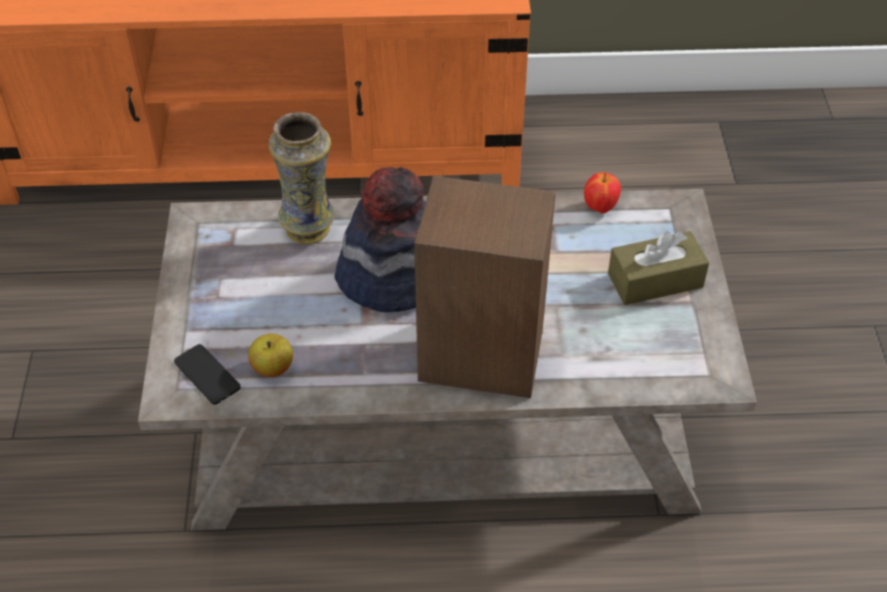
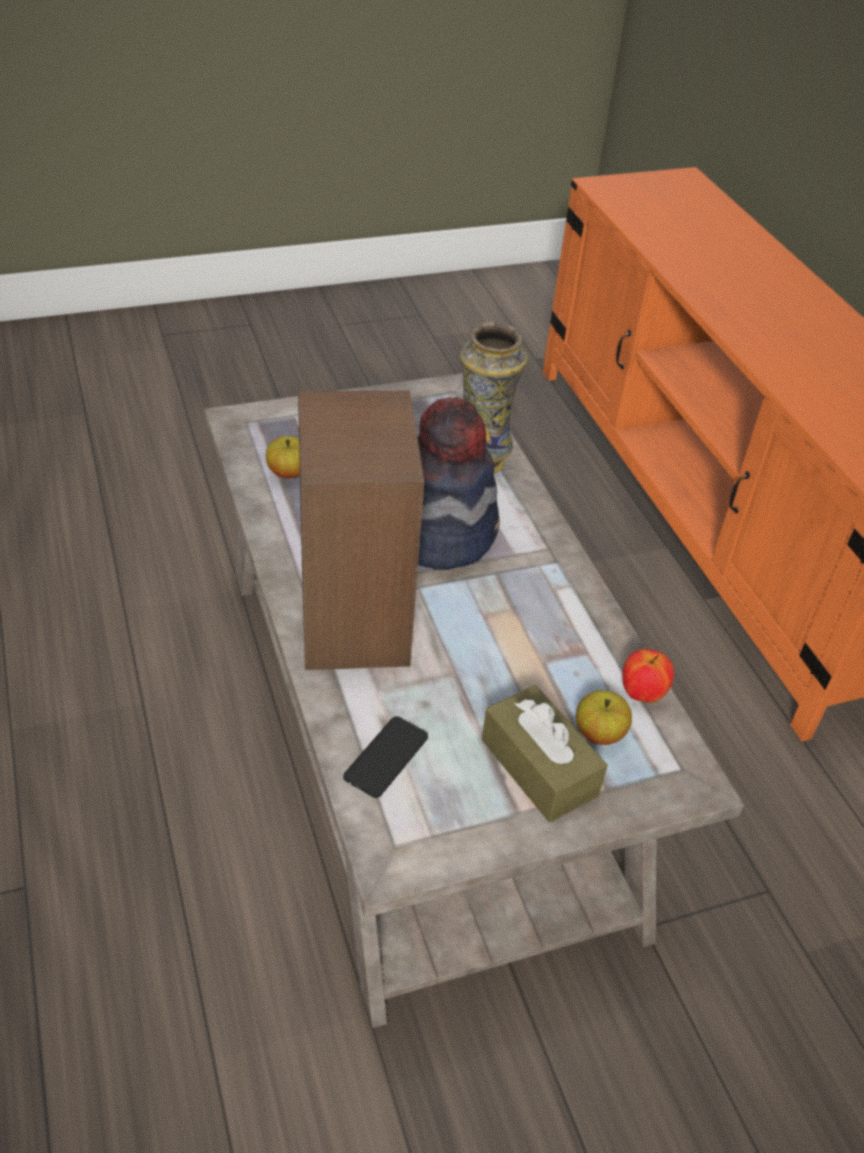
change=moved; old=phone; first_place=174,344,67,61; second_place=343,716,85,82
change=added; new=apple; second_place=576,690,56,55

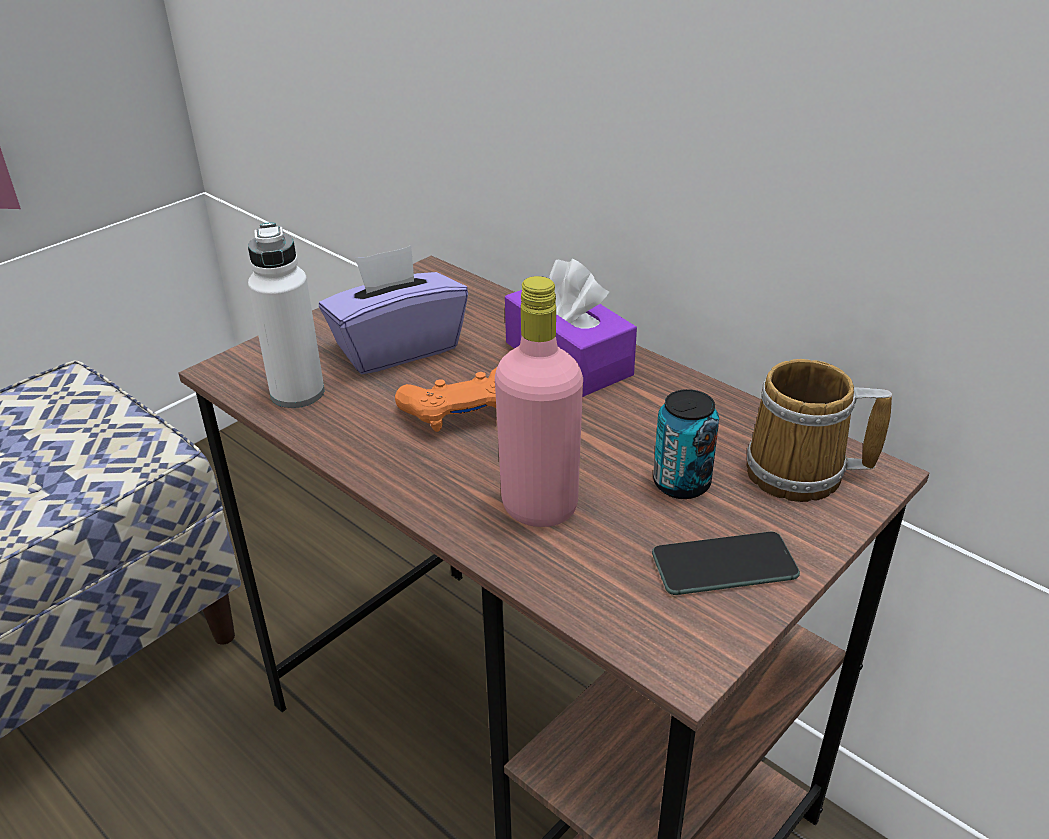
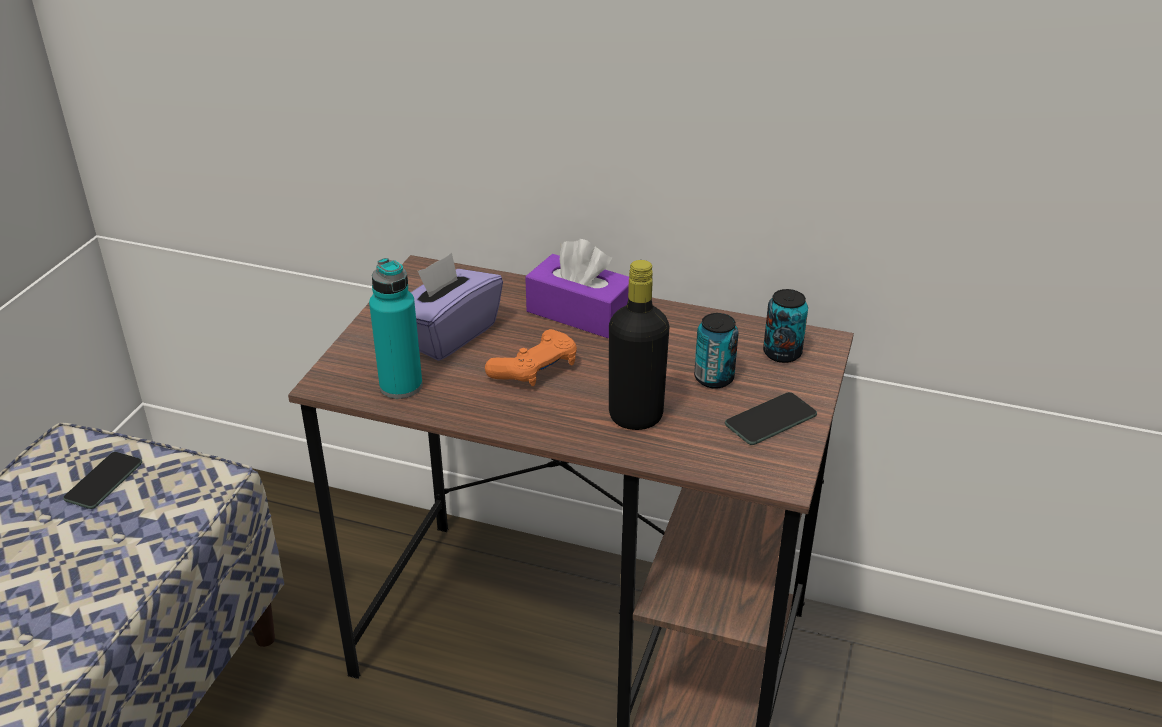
change=added; new=phone; second_place=63,452,79,57
change=recoloured; old=white bottle; new=turquoise bottle; first_place=248,222,77,186; second_place=369,258,54,141
change=recoloured; old=pink bottle; new=black bottle; first_place=495,276,88,251; second_place=609,260,60,170
change=replaced; old=mug; new=can; first_place=746,359,146,143; second_place=763,289,45,74

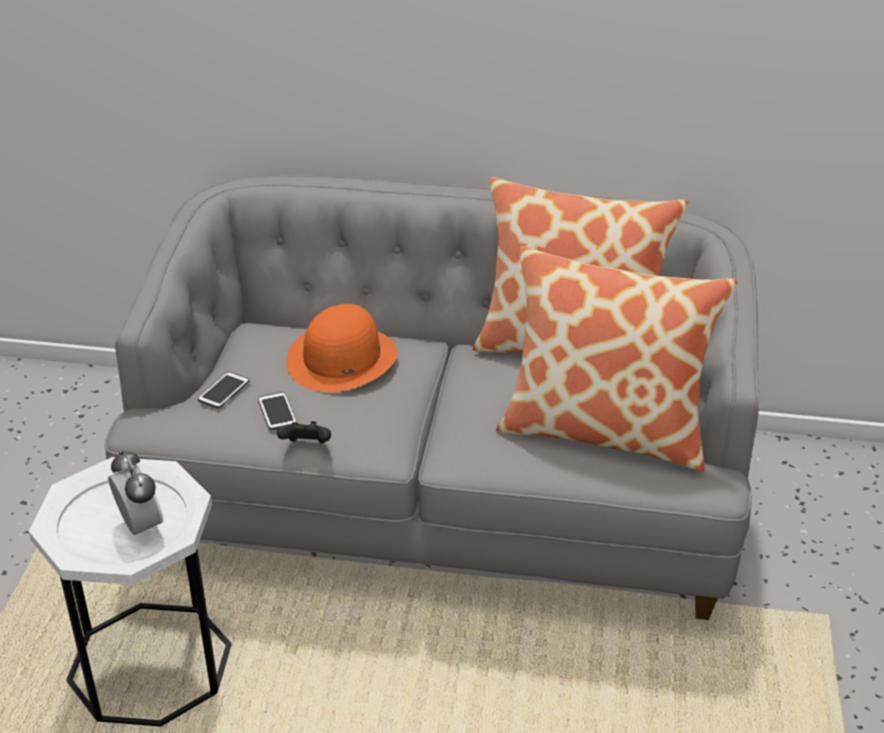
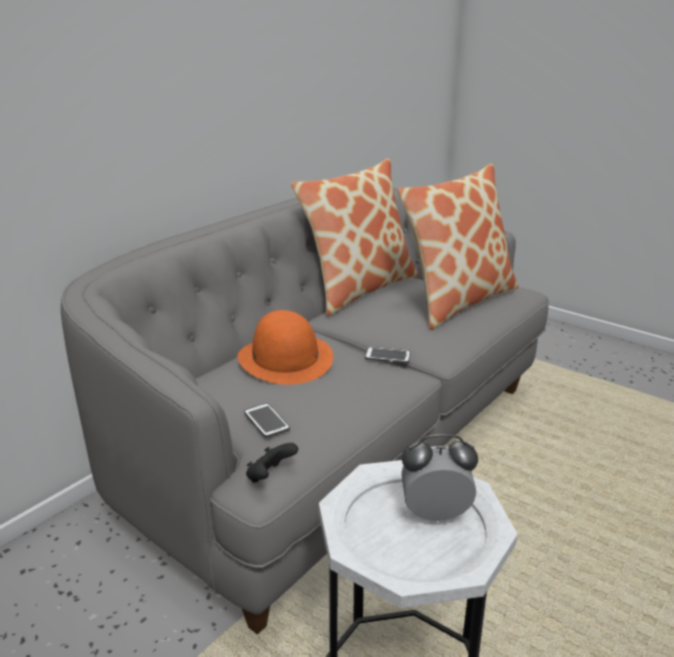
change=moved; old=black game controller; first_place=277,421,54,22; second_place=246,443,52,40
change=moved; old=phone; first_place=258,392,39,38; second_place=365,347,46,16

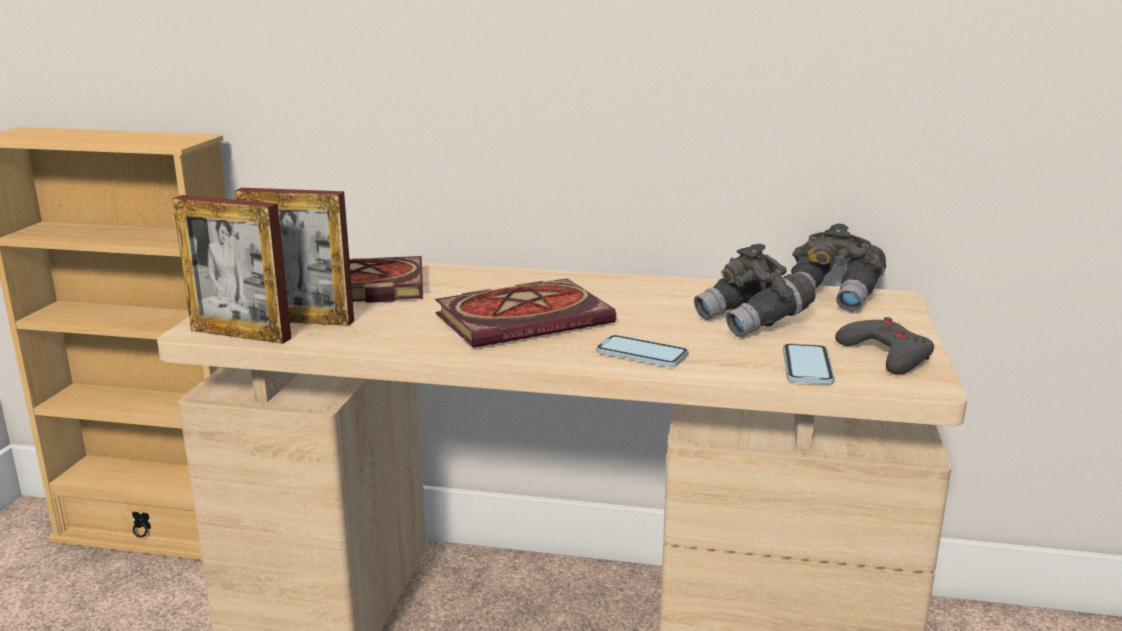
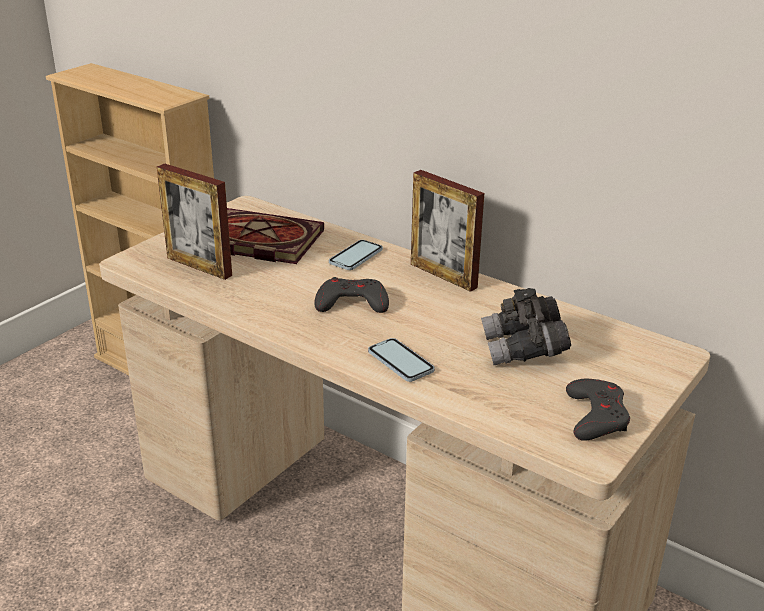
change=replaced; old=book; new=grey game controller; first_place=435,278,181,70; second_place=315,277,74,36
change=moved; old=phone; first_place=783,343,52,41; second_place=329,240,54,30
change=moved; old=picture frame; first_place=172,195,119,149; second_place=411,170,73,122
change=removed; old=grey binoculars; first_place=791,224,95,88

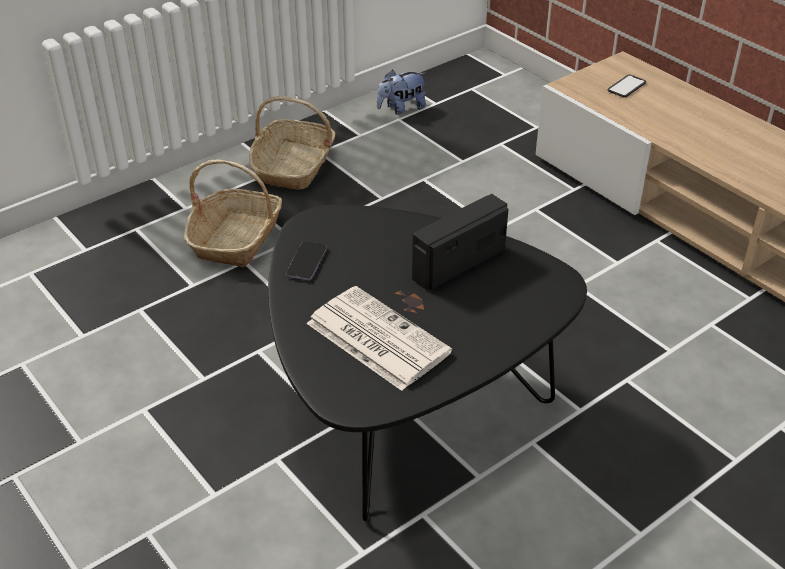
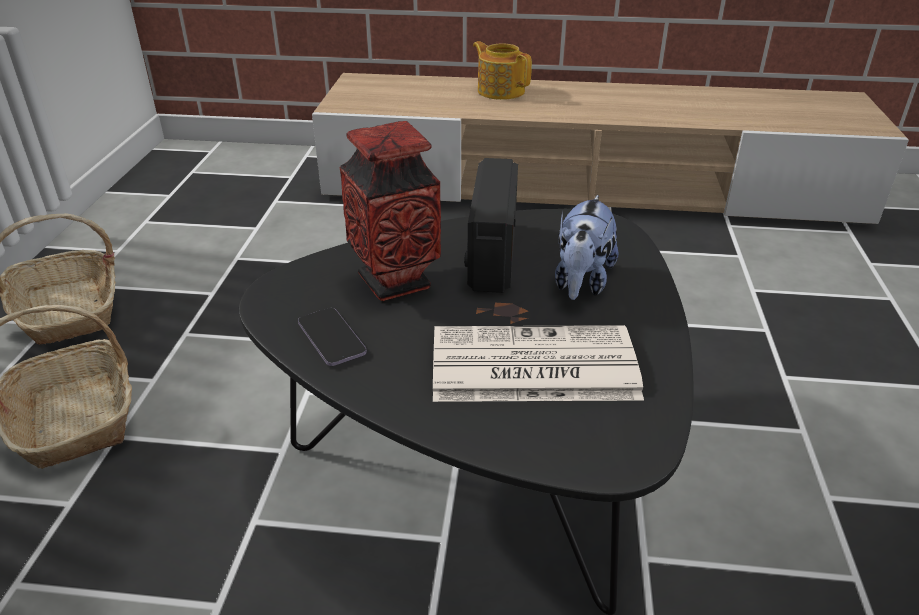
change=added; new=vase; second_place=340,121,101,180
change=added; new=teapot; second_place=473,41,59,59
change=moved; old=plush toy; first_place=377,70,49,45; second_place=555,195,63,105
change=removed; old=phone; first_place=607,75,39,23

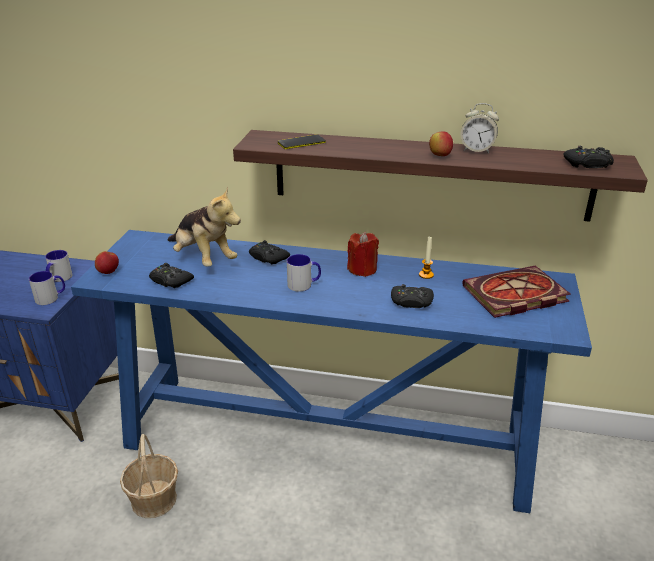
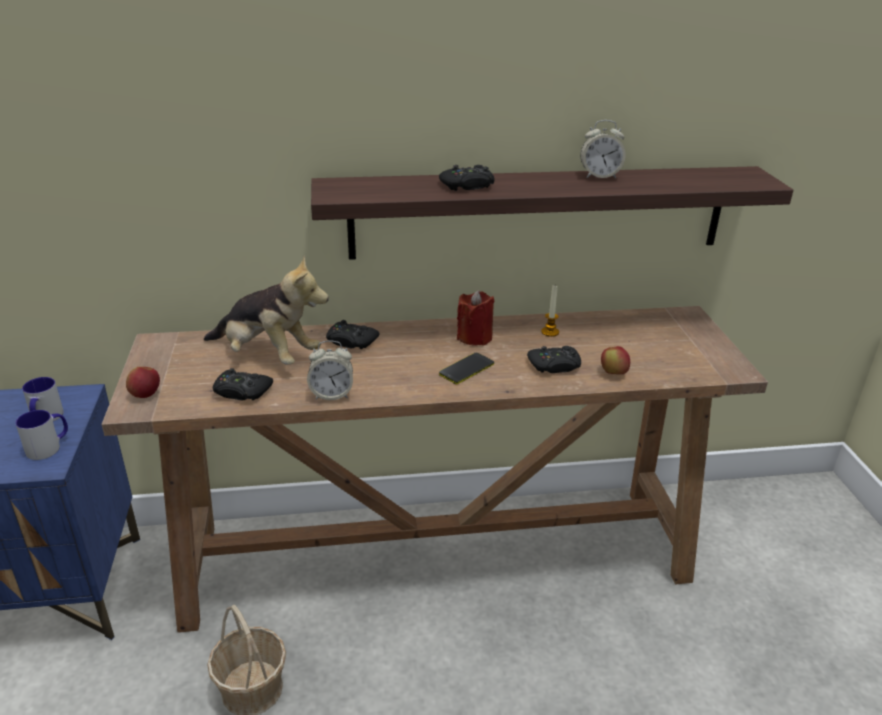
change=recoloured; old=blue console table; new=brown console table; first_place=71,230,521,283; second_place=101,306,667,327
change=added; new=alarm clock; second_place=307,340,46,60
change=moved; old=black game controller; first_place=563,146,51,22; second_place=439,165,56,26
change=moved; old=phone; first_place=278,135,48,14; second_place=439,353,55,31
change=moved; old=apple; first_place=429,131,24,25; second_place=601,346,29,28
change=removed; old=mug; first_place=287,254,34,38
change=removed; old=book; first_place=462,266,109,52

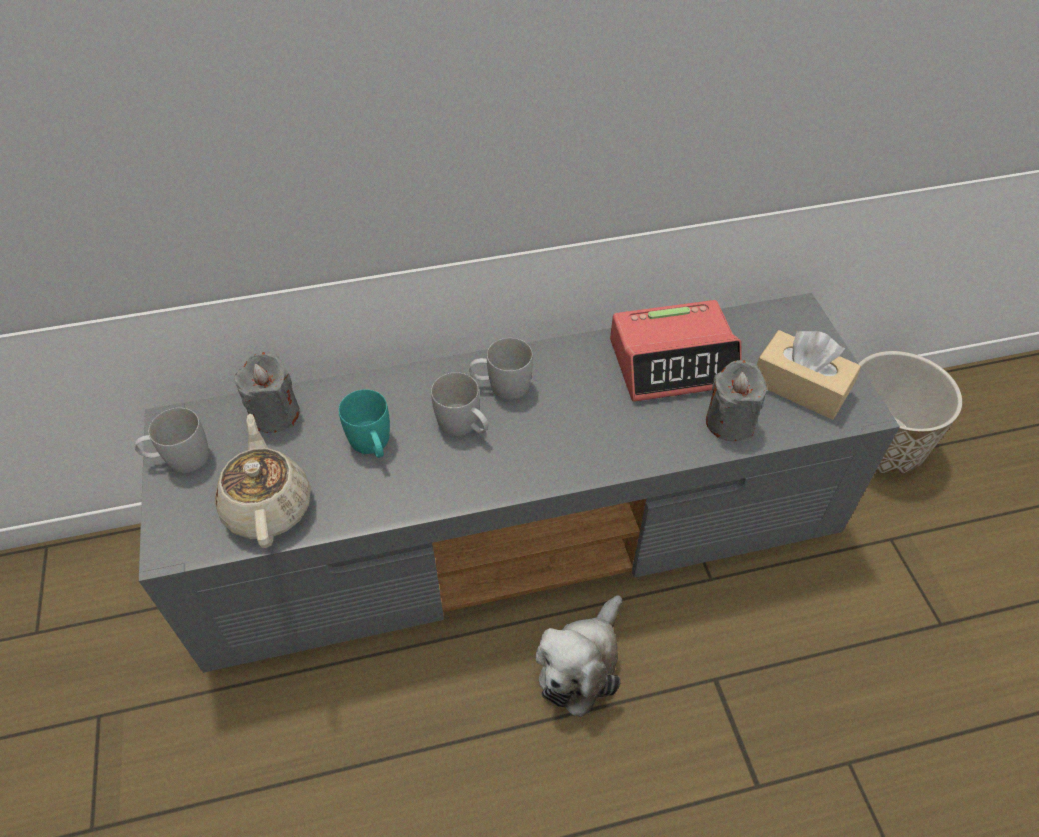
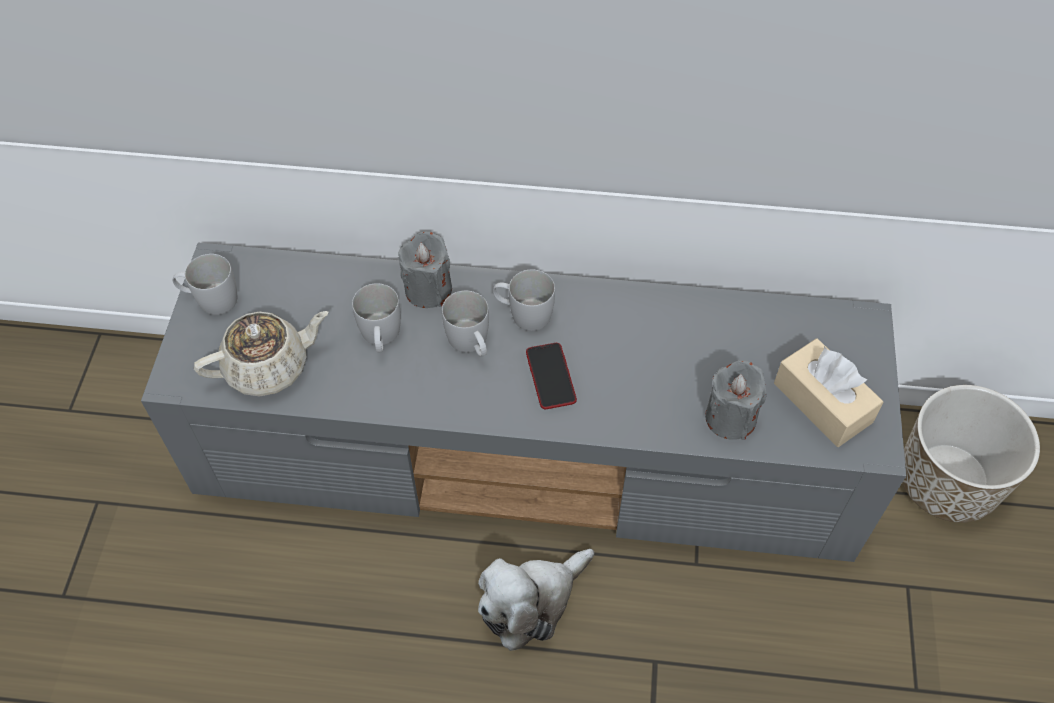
change=turned; old=beige teapot; first_place=215,414,96,134; second_place=194,311,135,86; degrees=60
change=recoloured; old=turquoise mug; new=white mug; first_place=339,389,51,69; second_place=352,283,49,70
change=moved; old=grey candle; first_place=234,352,66,81; second_place=398,231,54,77
change=added; new=phone; second_place=526,343,51,66
change=removed; old=alarm clock; first_place=610,300,132,102

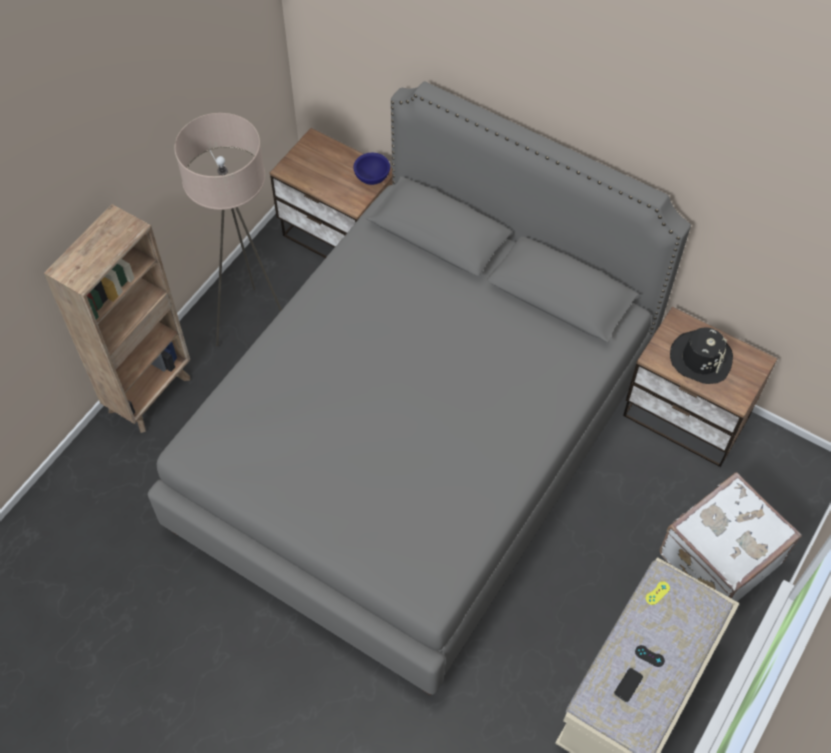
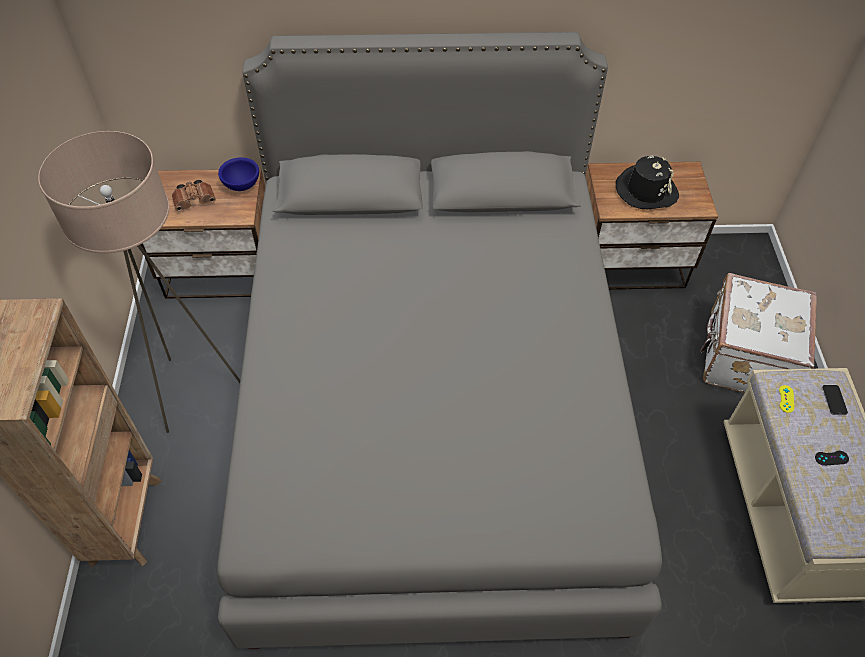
change=added; new=brown binoculars; second_place=172,180,44,31
change=moved; old=phone; first_place=614,668,29,34; second_place=822,385,26,30

